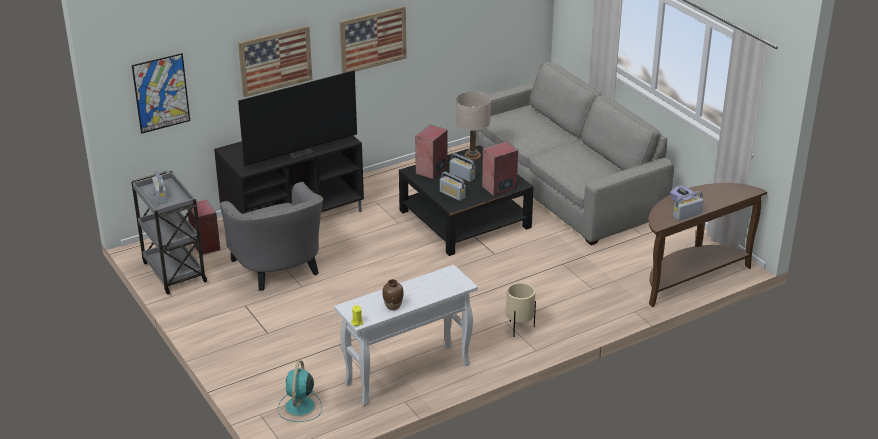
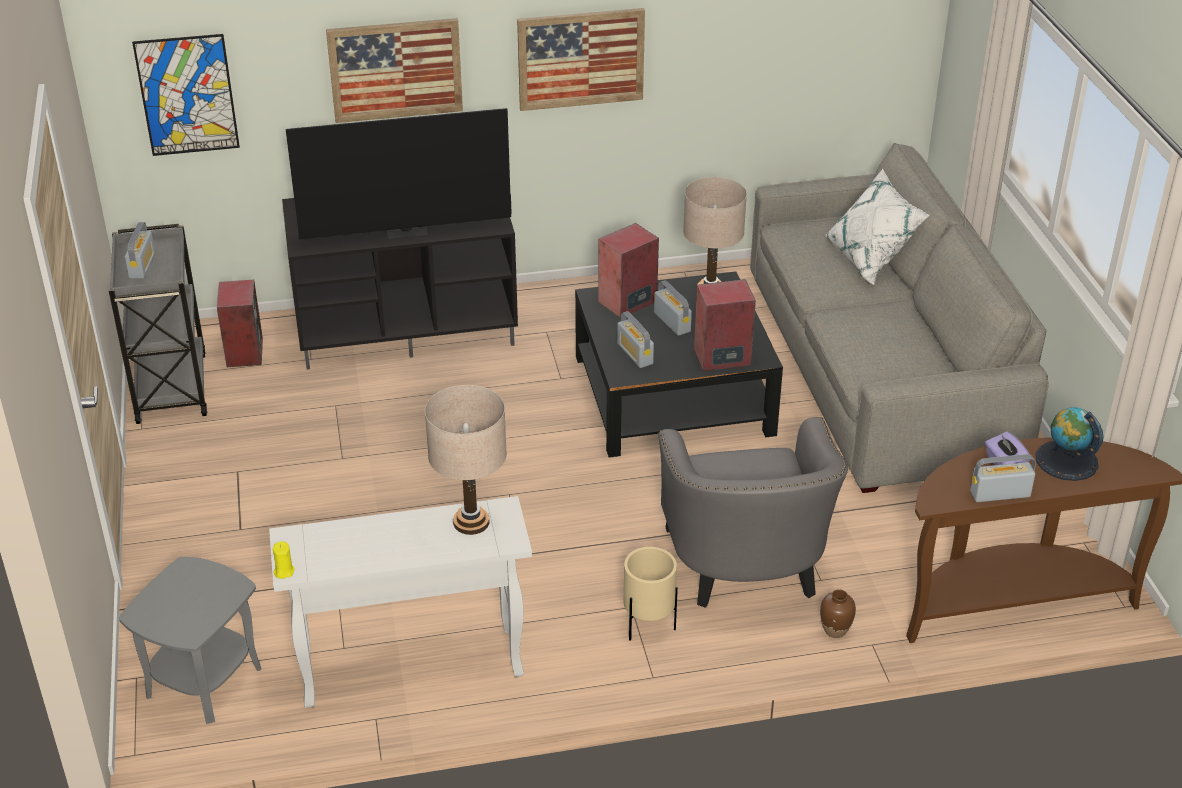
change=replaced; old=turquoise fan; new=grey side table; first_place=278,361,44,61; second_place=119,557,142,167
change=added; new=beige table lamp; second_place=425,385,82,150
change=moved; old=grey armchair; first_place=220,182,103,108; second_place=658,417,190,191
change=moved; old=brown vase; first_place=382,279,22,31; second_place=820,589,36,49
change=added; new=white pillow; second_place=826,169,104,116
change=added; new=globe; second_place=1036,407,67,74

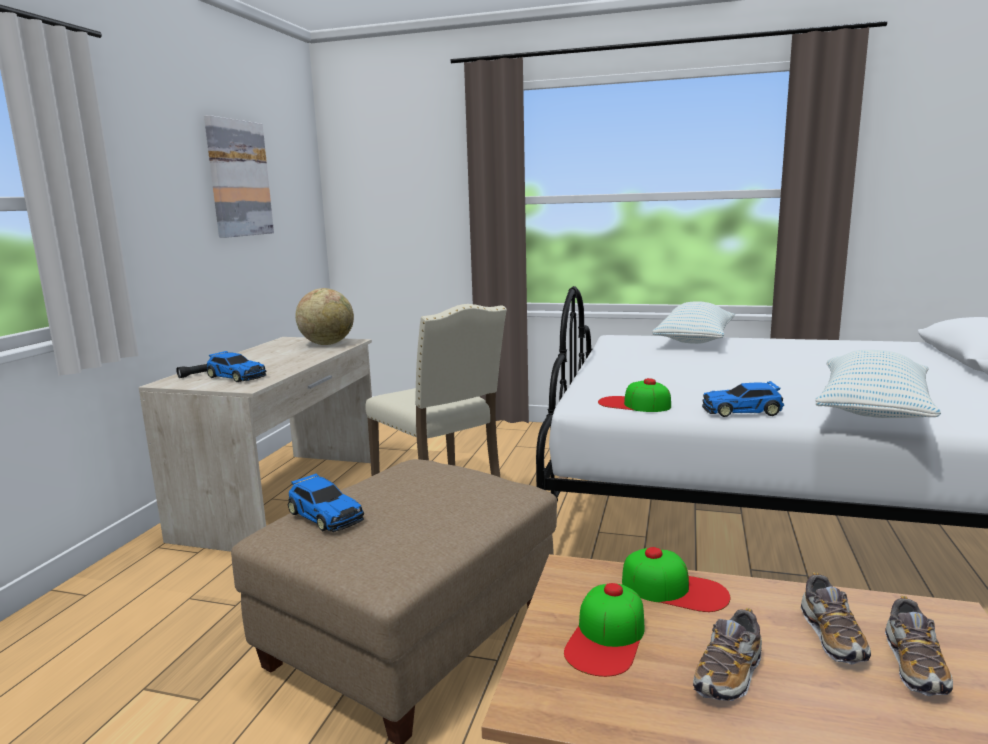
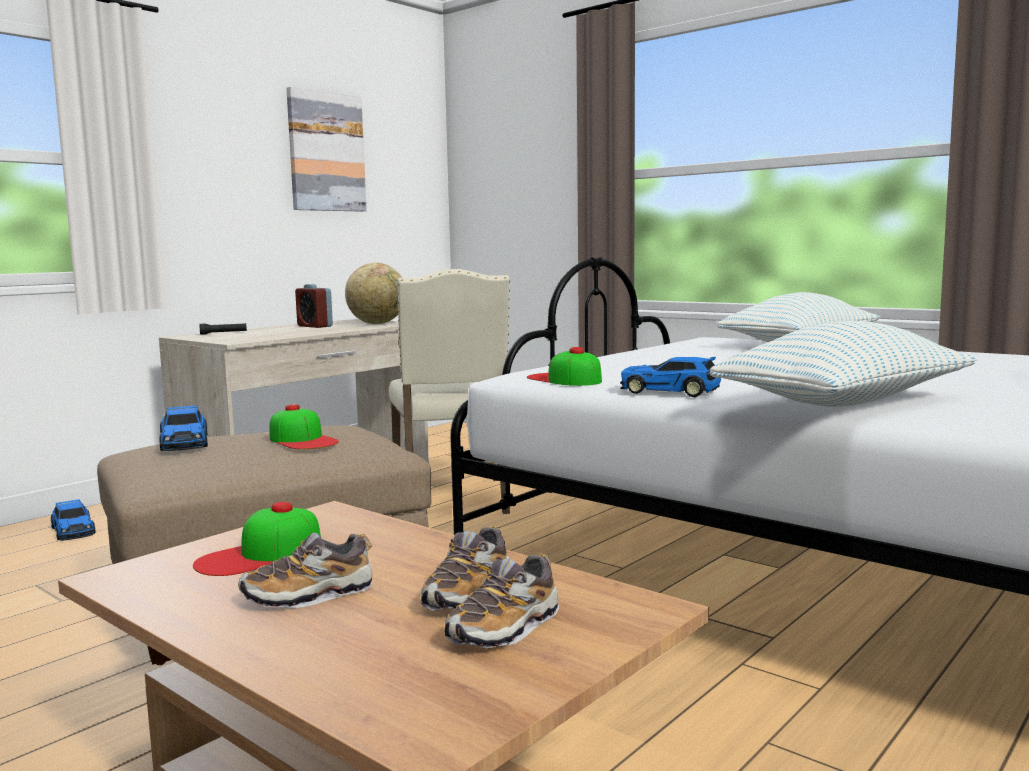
change=moved; old=toy car; first_place=207,351,60,31; second_place=51,499,45,42
change=moved; old=cap; first_place=622,547,108,65; second_place=269,404,70,45
change=added; new=alarm clock; second_place=295,284,38,44

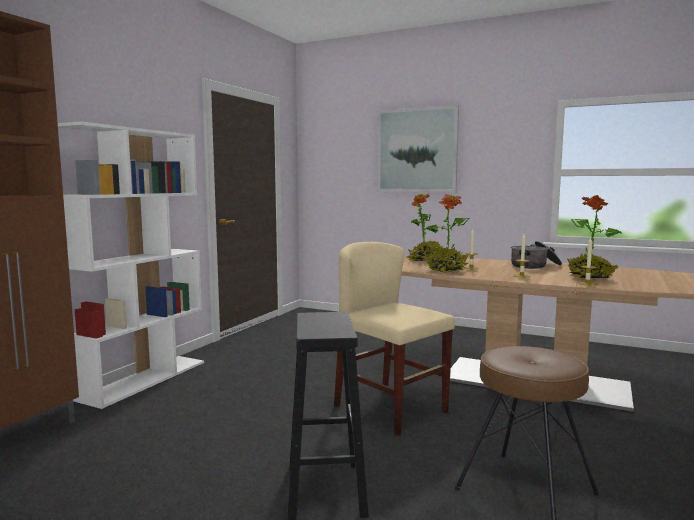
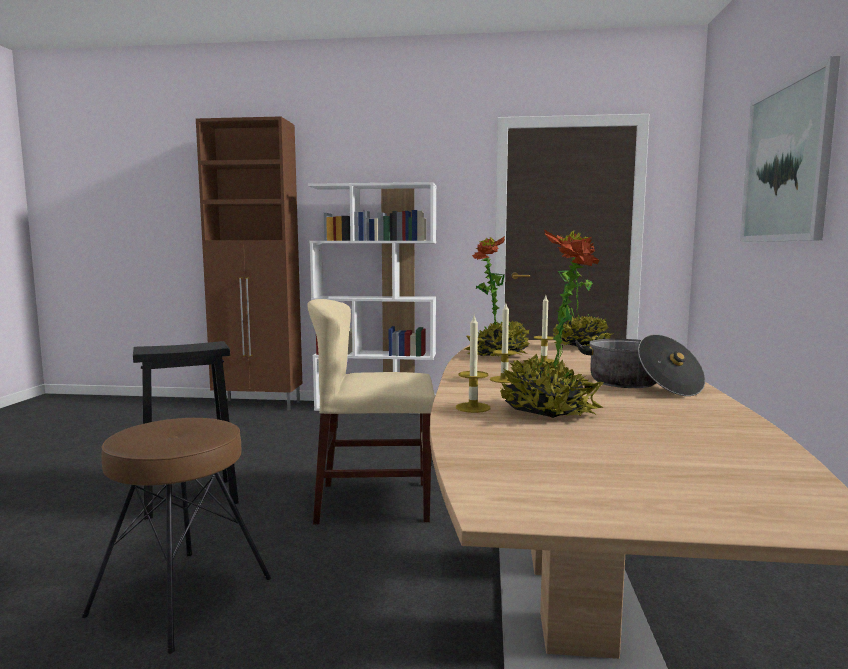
change=turned; old=beige chair; first_place=334,242,121,194; second_place=307,299,128,226; degrees=-120

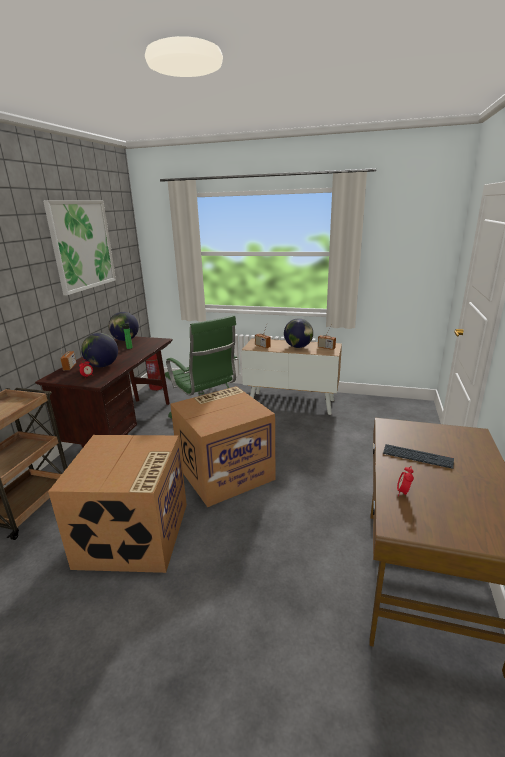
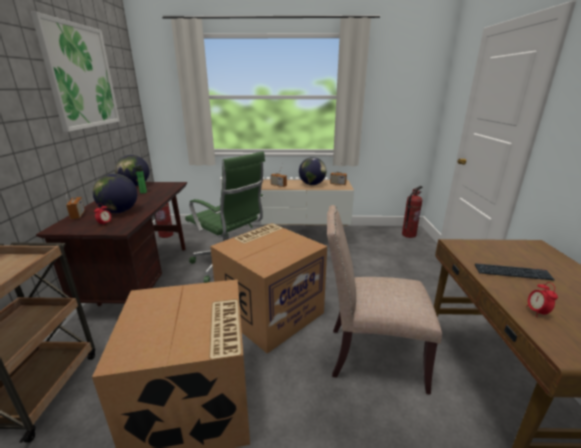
change=added; new=beige chair; second_place=327,205,115,190
change=added; new=fire extinguisher; second_place=402,186,20,52

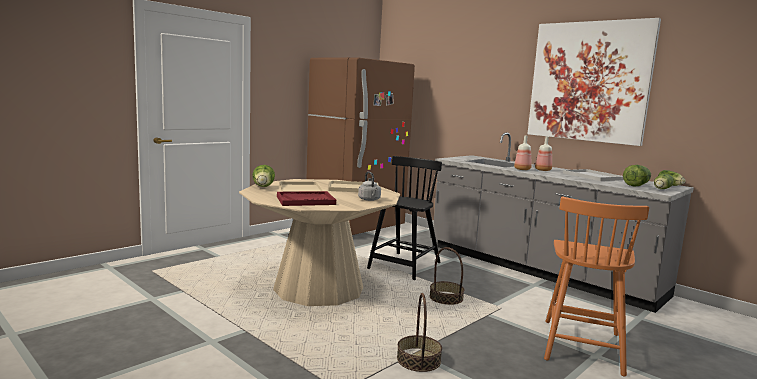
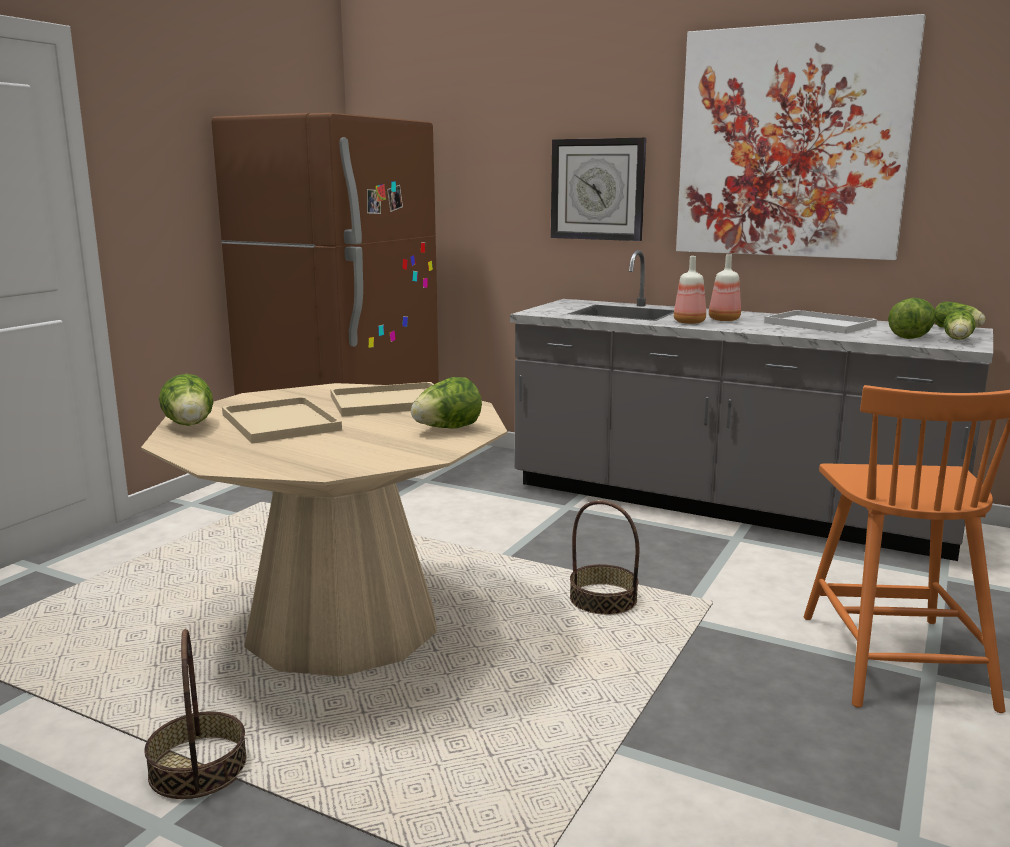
change=moved; old=basket; first_place=397,293,45,79; second_place=144,629,103,170
change=replaced; old=grey kettle; new=lettuce; first_place=358,171,23,30; second_place=411,377,71,52
change=added; new=wall clock; second_place=551,138,95,103
change=removed; old=red tray; first_place=277,191,59,15
change=removed; old=black chair; first_place=367,156,75,124

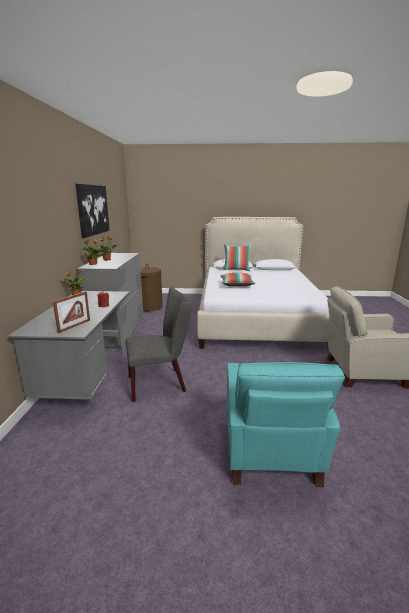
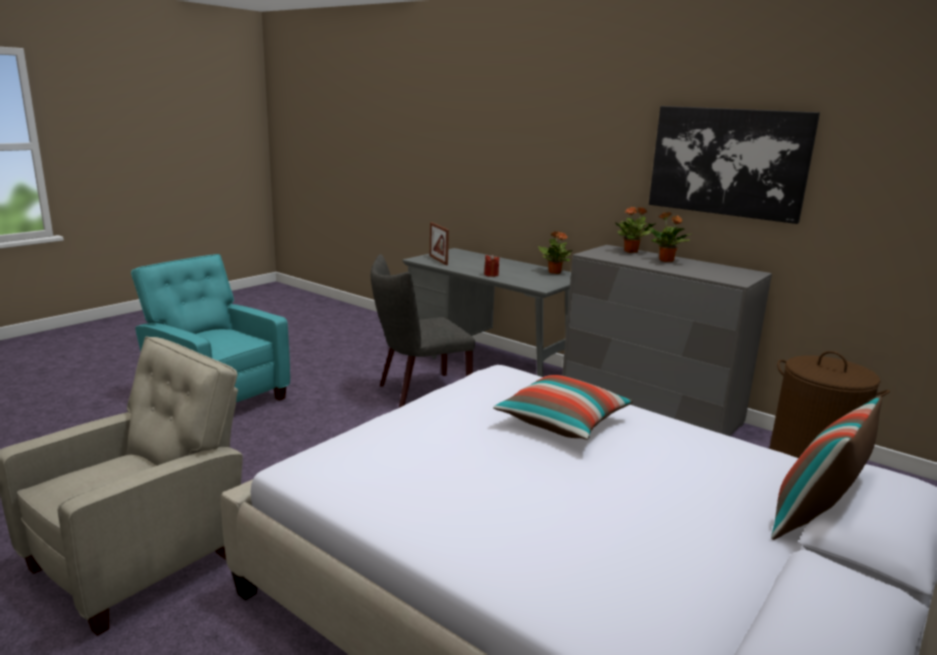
change=turned; old=grey chair; first_place=125,287,67,115; second_place=371,254,104,154; degrees=45

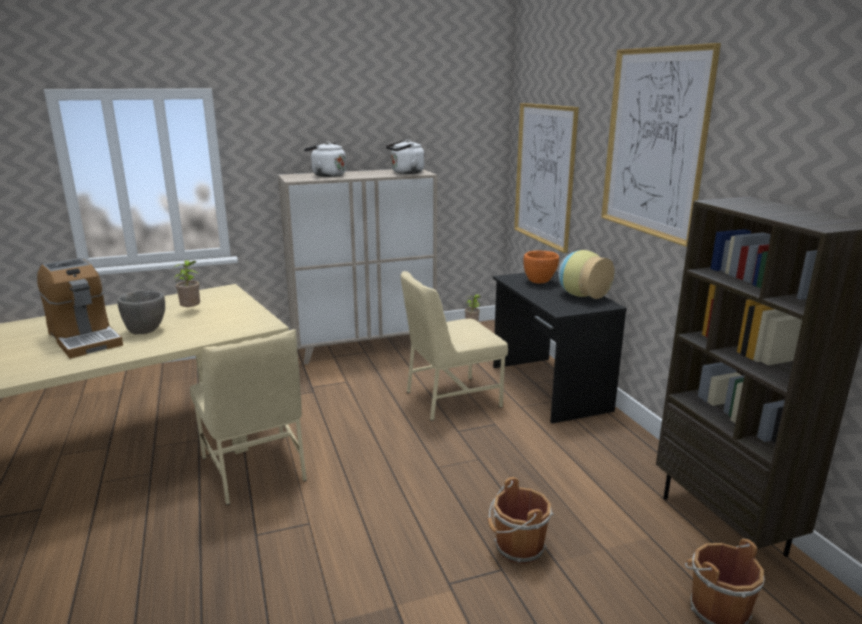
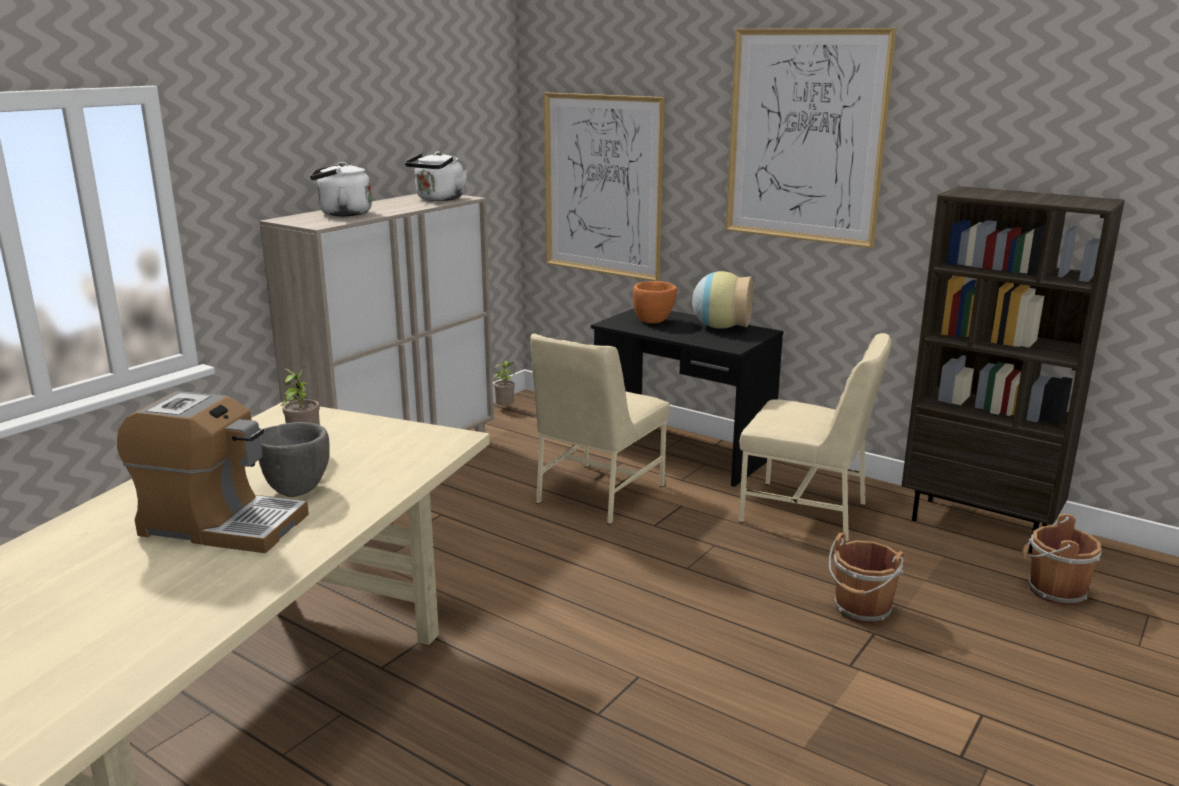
change=moved; old=beige chair; first_place=190,329,117,176; second_place=739,333,153,209

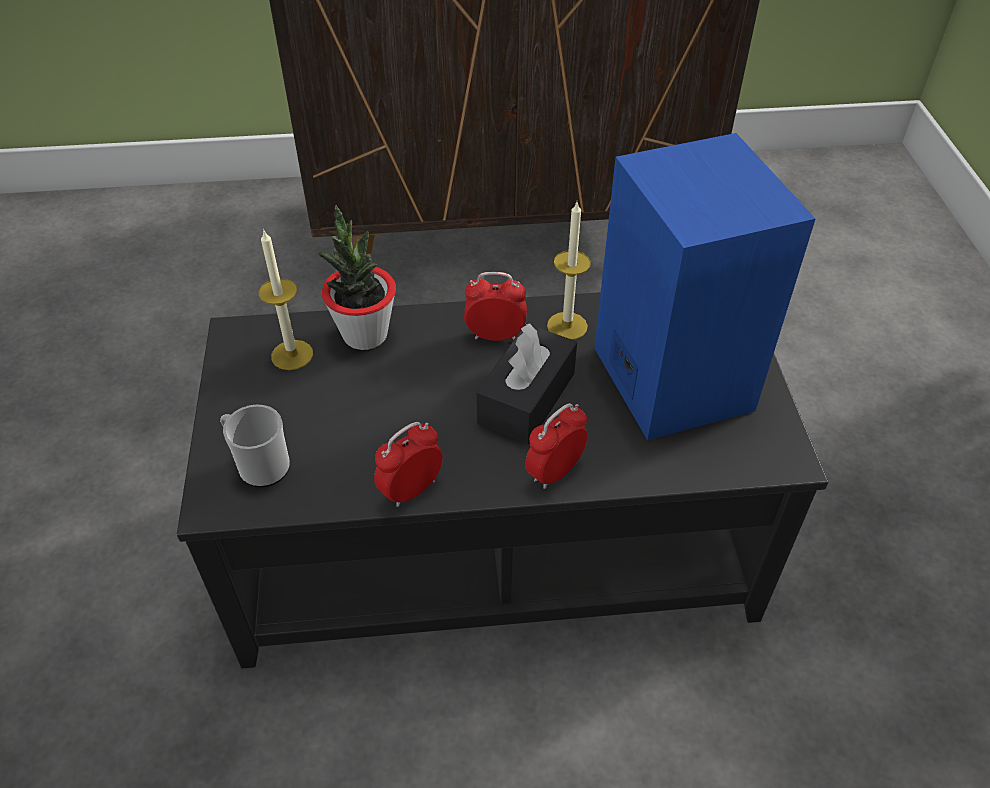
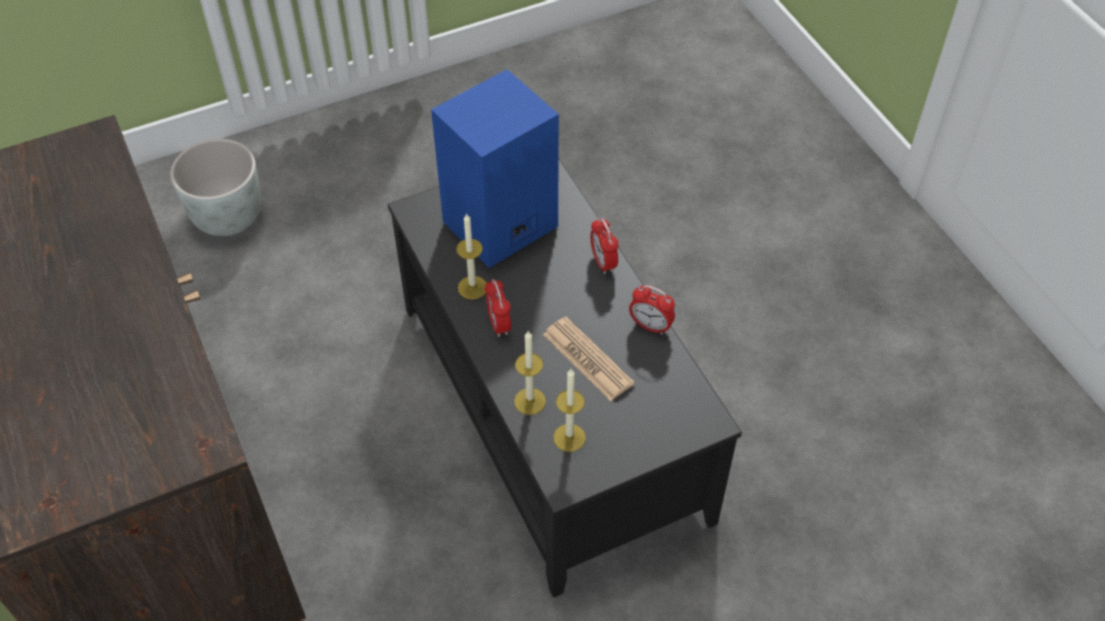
change=added; new=grey planter; second_place=170,138,91,98
change=replaced; old=potted plant; new=candle; first_place=317,205,79,145; second_place=514,331,32,84
change=added; new=newspaper; second_place=543,317,91,84
change=turned; old=alarm clock; first_place=525,403,62,86; second_place=590,217,29,57; degrees=45
change=removed; old=mug; first_place=220,405,70,82
change=removed; old=black tissue box; first_place=476,324,101,120

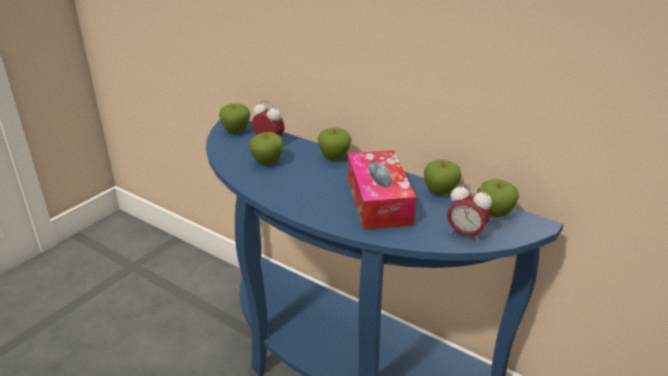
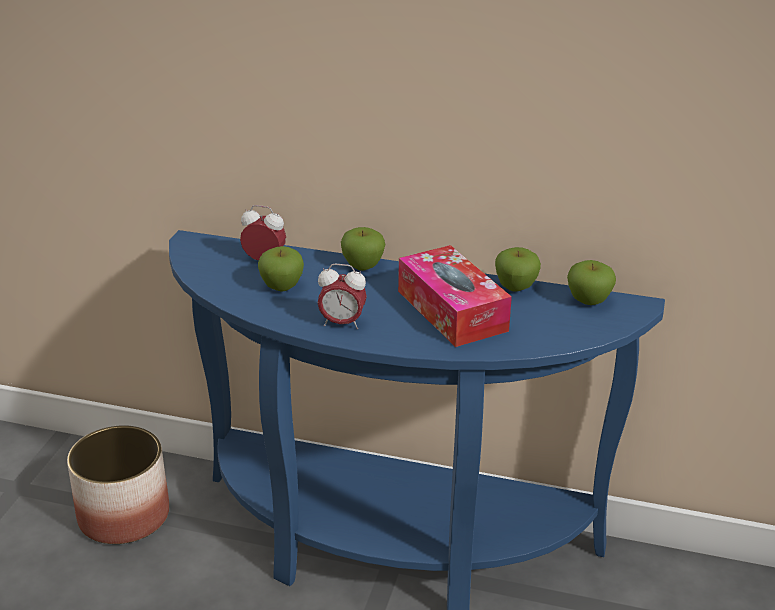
change=added; new=planter; second_place=67,425,102,119
change=moved; old=alarm clock; first_place=447,183,45,59; second_place=318,264,49,65
change=removed; old=apple; first_place=219,103,31,30

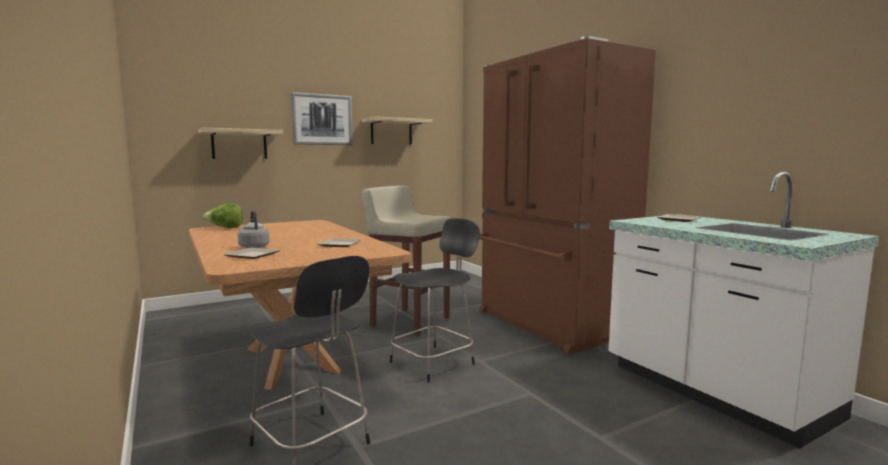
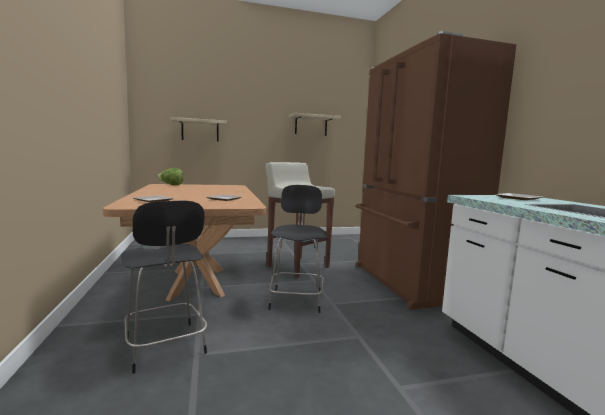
change=turned; old=black chair; first_place=390,218,90,165; second_place=268,185,57,128; degrees=-60
change=removed; old=grey kettle; first_place=237,210,33,38
change=removed; old=picture; first_place=291,92,62,53

